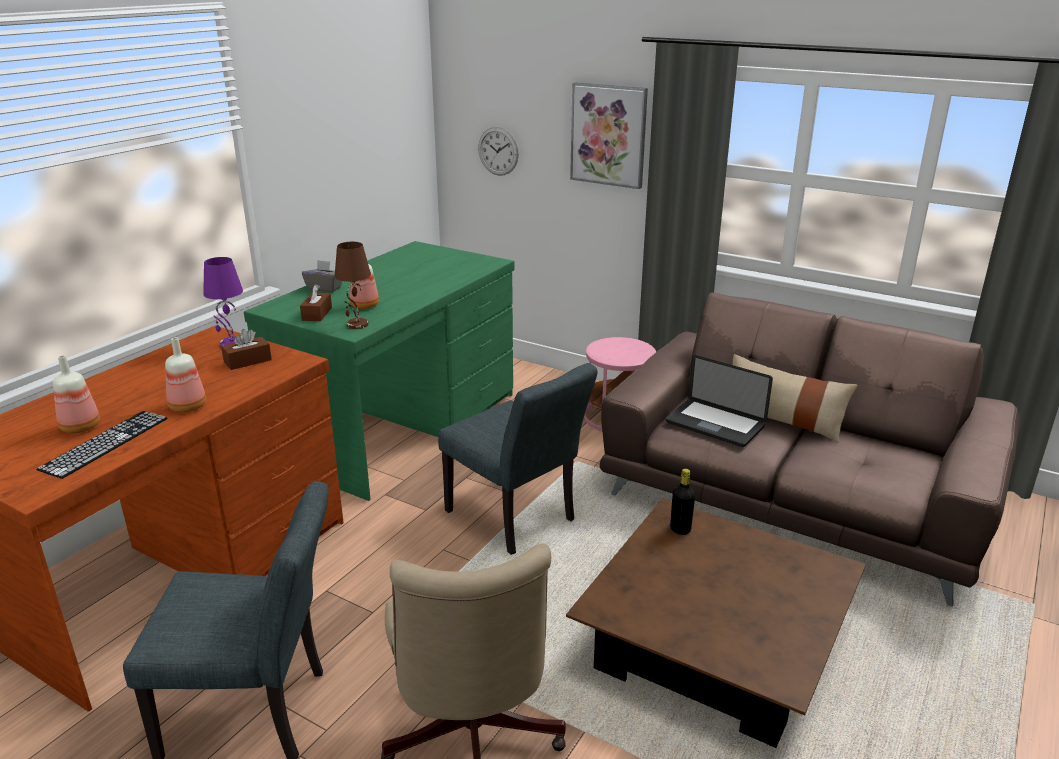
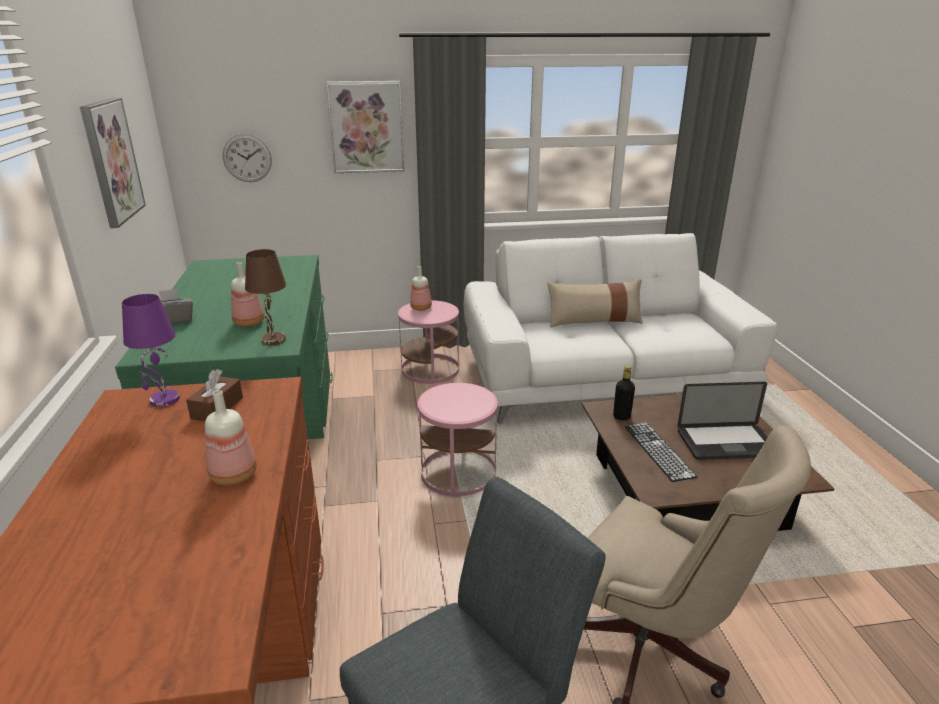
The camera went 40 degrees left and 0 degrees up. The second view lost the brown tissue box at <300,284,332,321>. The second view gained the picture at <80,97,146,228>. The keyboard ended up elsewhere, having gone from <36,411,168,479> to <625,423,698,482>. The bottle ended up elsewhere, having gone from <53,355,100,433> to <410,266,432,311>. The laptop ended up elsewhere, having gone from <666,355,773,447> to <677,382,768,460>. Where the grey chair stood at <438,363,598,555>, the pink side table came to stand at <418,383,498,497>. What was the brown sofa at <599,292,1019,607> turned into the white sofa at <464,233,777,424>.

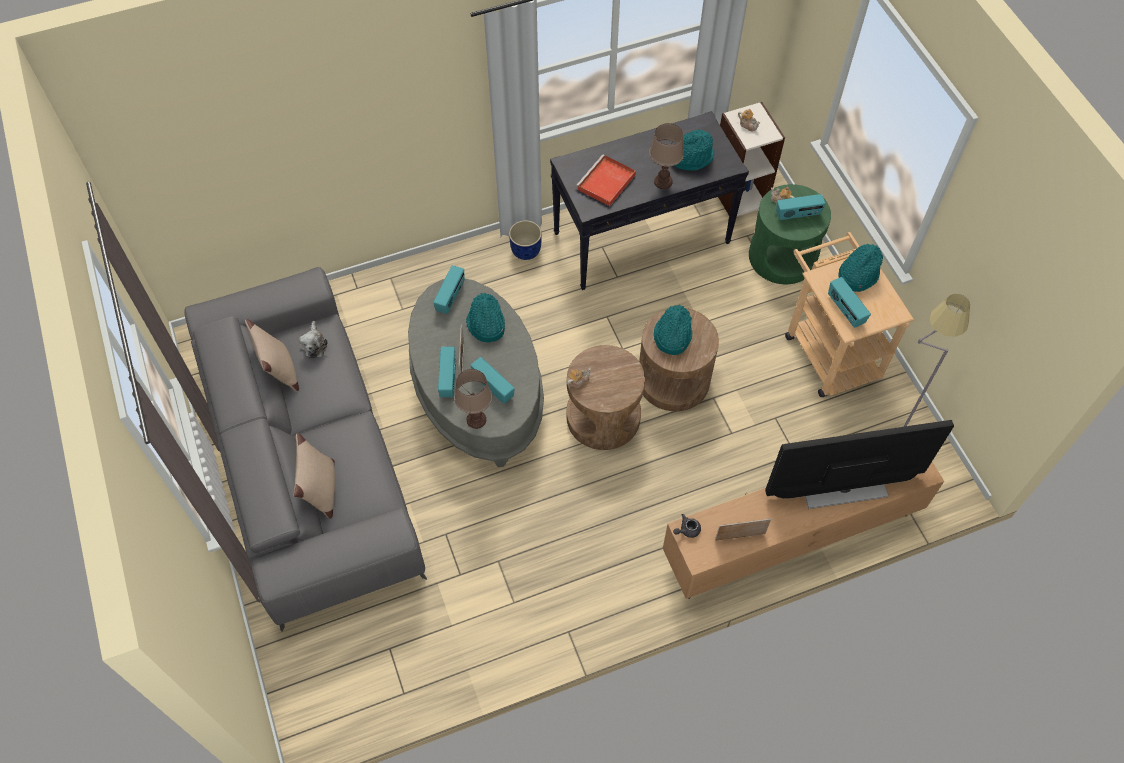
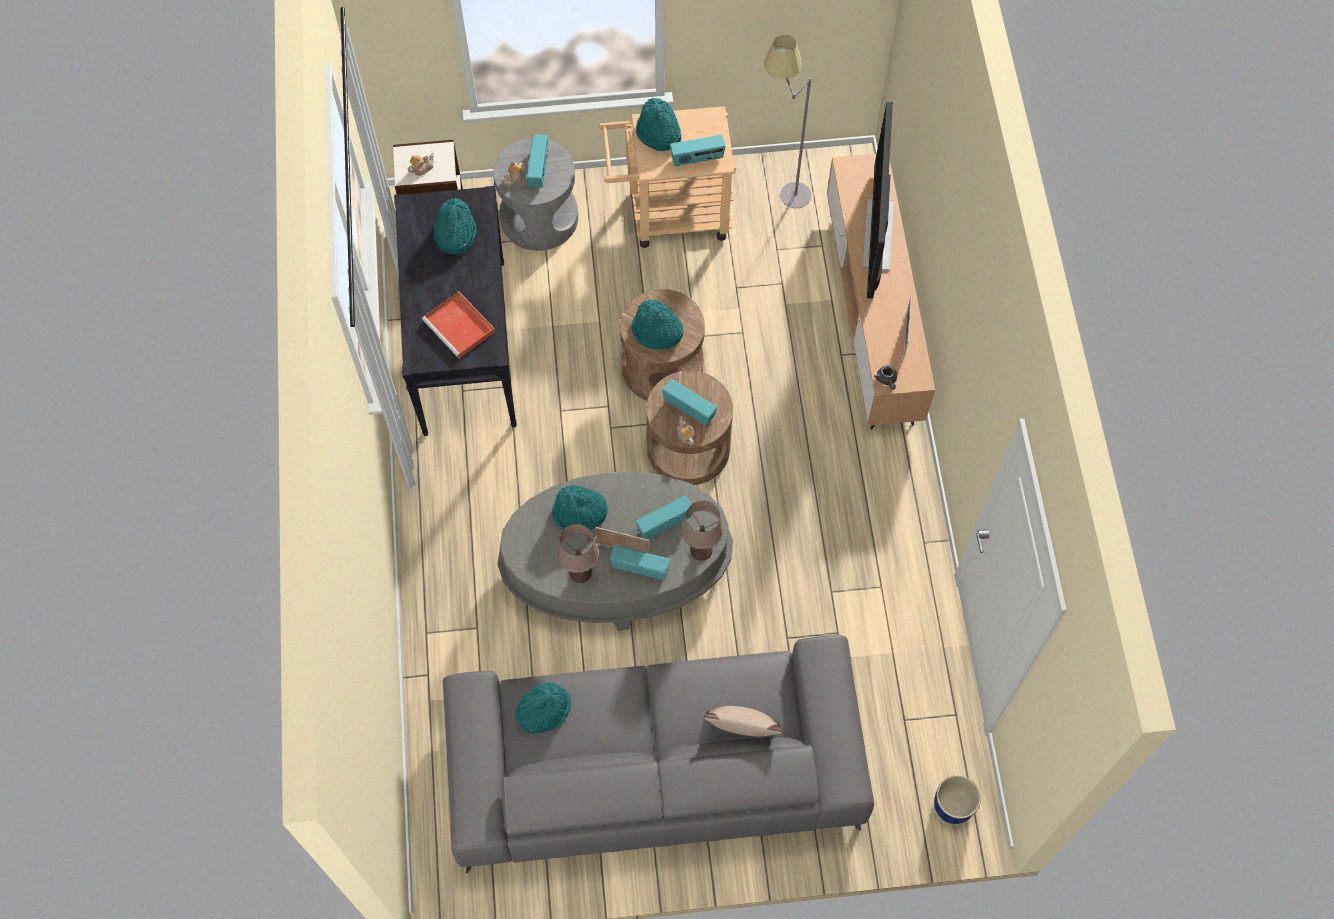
The camera went 75 degrees left and 5 degrees up. The second view lost the beige pillow at <245,319,299,391>. The radio ended up elsewhere, having gone from <433,265,465,314> to <662,379,717,426>. The blue planter ended up elsewhere, having gone from <509,220,542,260> to <934,775,981,824>. The brown table lamp ended up elsewhere, having gone from <649,123,684,189> to <557,524,599,583>. Where the plush toy stood at <299,321,327,358>, the turquoise hat came to stand at <516,682,571,734>. What was the green side table at <749,184,831,284> turned into the grey side table at <493,138,578,251>.

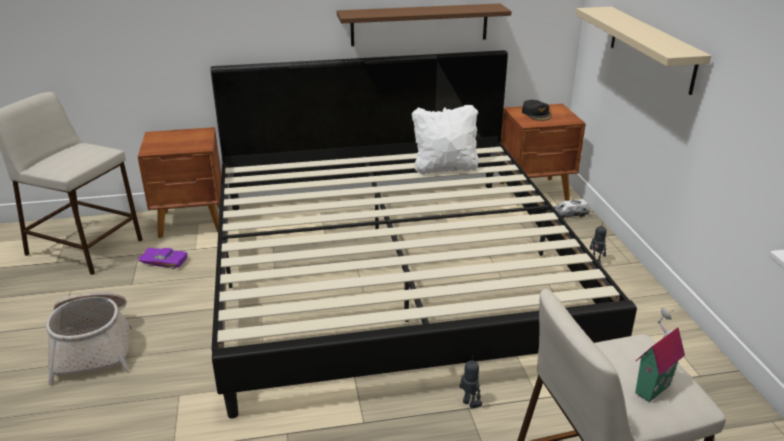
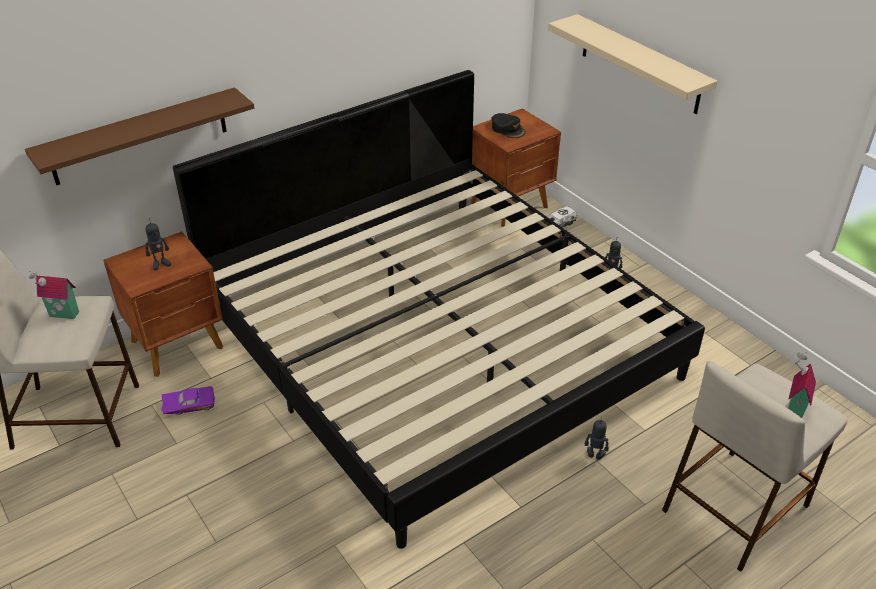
The camera went 25 degrees left and 10 degrees up. The second view lost the basket at <46,292,133,385>. The second view lost the white pillow at <412,105,479,175>. The second view gained the toy house at <29,271,79,319>. The second view gained the toy robot at <145,218,171,270>. The brown shelf ended up elsewhere, having gone from <337,3,512,46> to <25,87,254,185>.

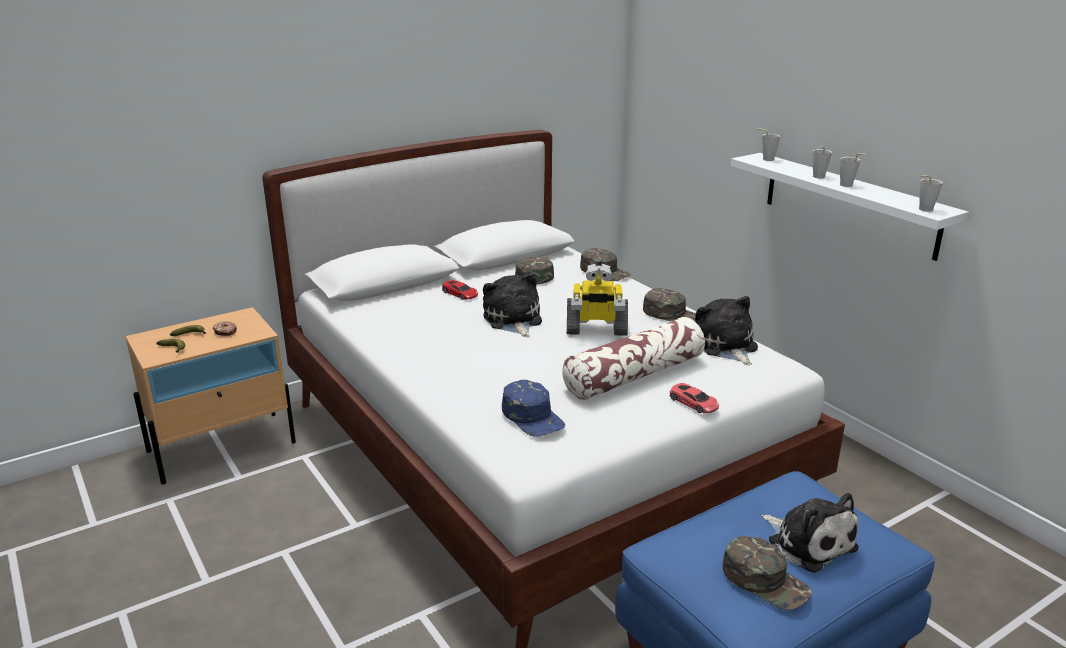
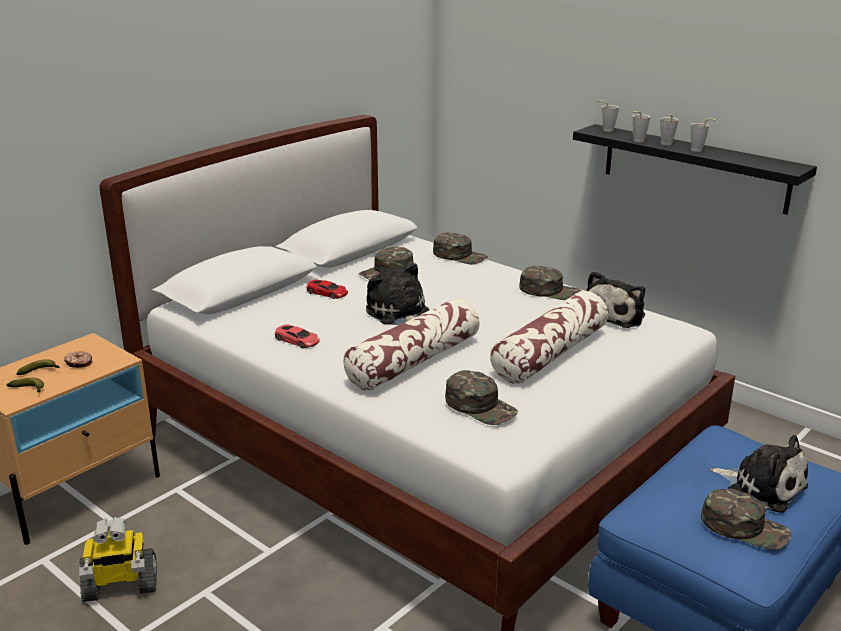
The camera went 15 degrees left and 0 degrees up. The second view gained the pillow at <343,298,480,391>. The toy robot ended up elsewhere, having gone from <567,264,628,336> to <79,517,157,602>. The red toy car ended up elsewhere, having gone from <670,383,719,414> to <275,324,320,348>. The grey cup ended up elsewhere, having gone from <919,175,943,212> to <632,111,650,142>. What was the blue cap at <502,380,565,437> turned into the green cap at <445,370,518,425>. What was the white shelf at <731,153,969,261> turned into the black shelf at <573,124,817,215>. The plush toy at <695,296,758,365> ended up facing another way, 120 degrees counterclockwise from before.

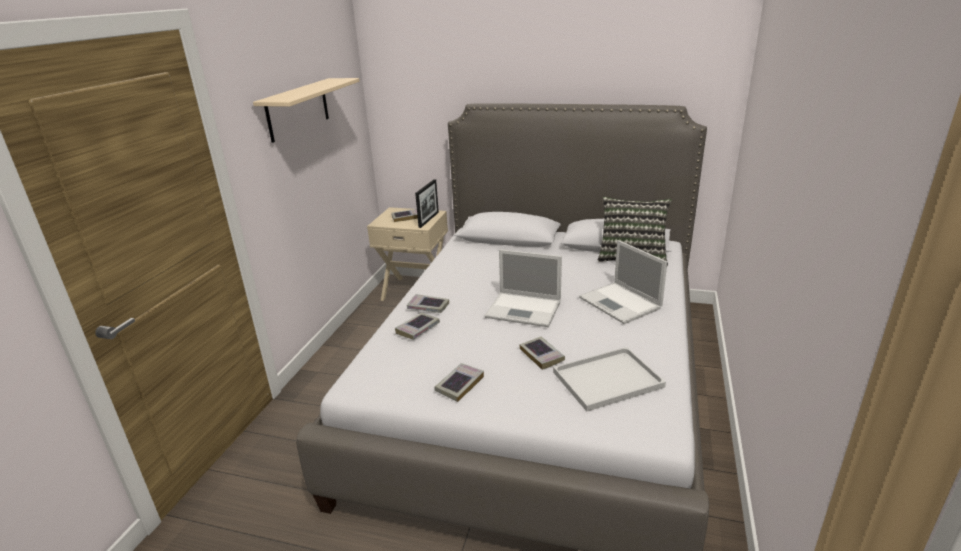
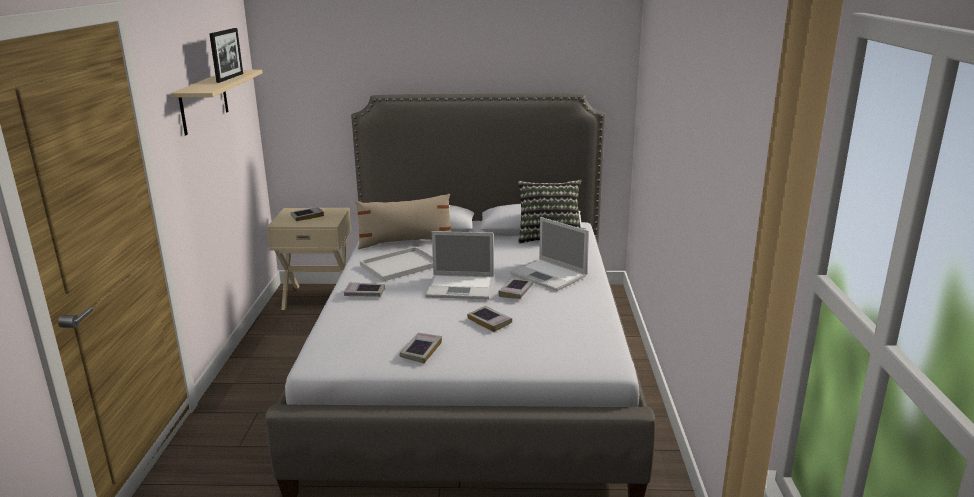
The camera went 15 degrees left and 5 degrees down. The second view gained the beige pillow at <355,194,451,249>. The book ended up elsewhere, having gone from <395,313,440,340> to <499,278,533,299>. The picture frame ended up elsewhere, having gone from <415,179,439,228> to <209,28,243,83>. The white tray ended up elsewhere, having gone from <553,347,666,411> to <360,247,433,282>.

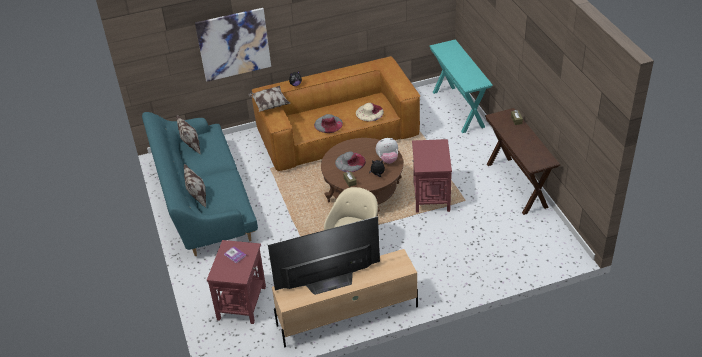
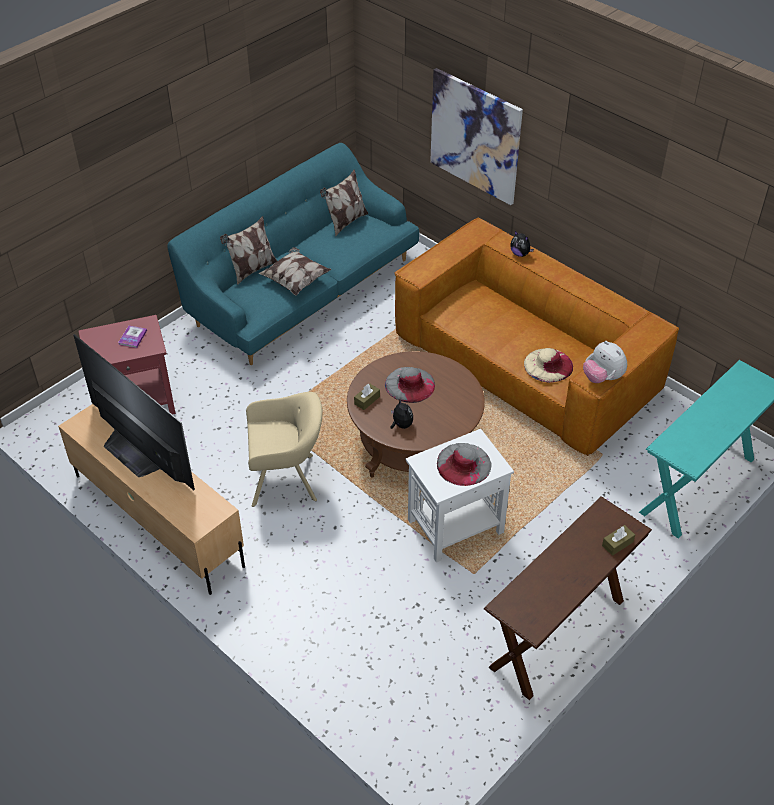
The camera went 60 degrees right and 5 degrees up. The pillow ended up elsewhere, having gone from <248,86,290,112> to <258,247,332,296>. The grey hat ended up elsewhere, having gone from <314,114,343,133> to <437,443,491,486>. The plush toy ended up elsewhere, having gone from <376,138,398,164> to <583,341,627,383>. What was the red side table at <412,139,452,212> turned into the white side table at <406,429,514,563>.

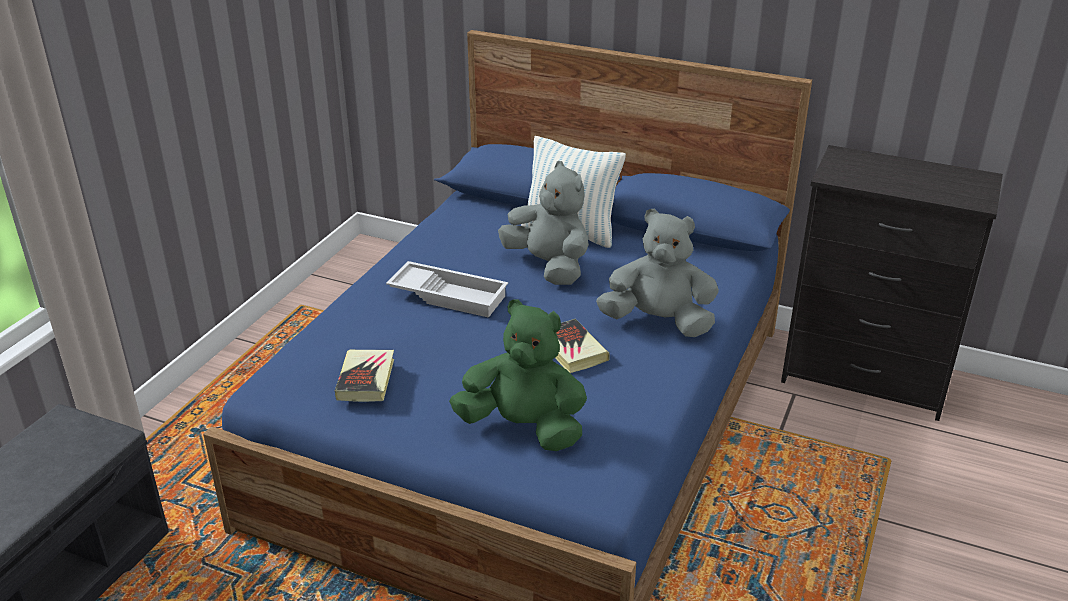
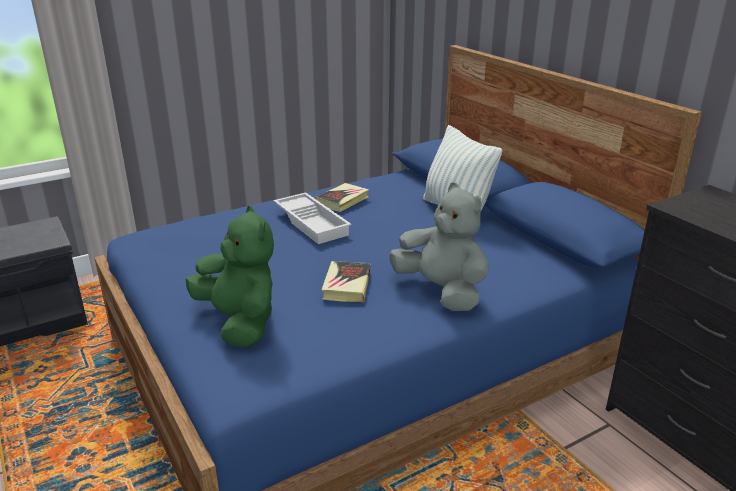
The camera went 35 degrees right and 5 degrees down. The second view lost the grey plush toy at <498,161,589,285>. The book ended up elsewhere, having gone from <335,350,394,402> to <315,183,369,212>.

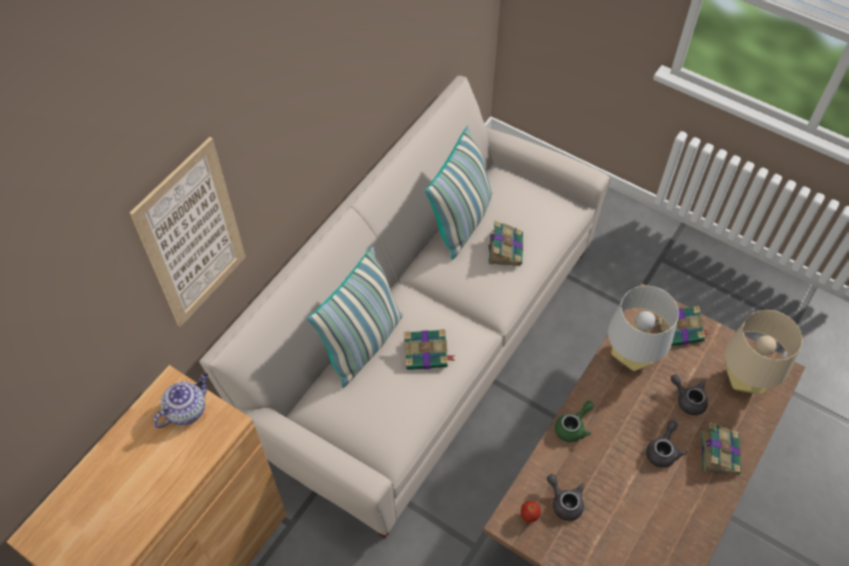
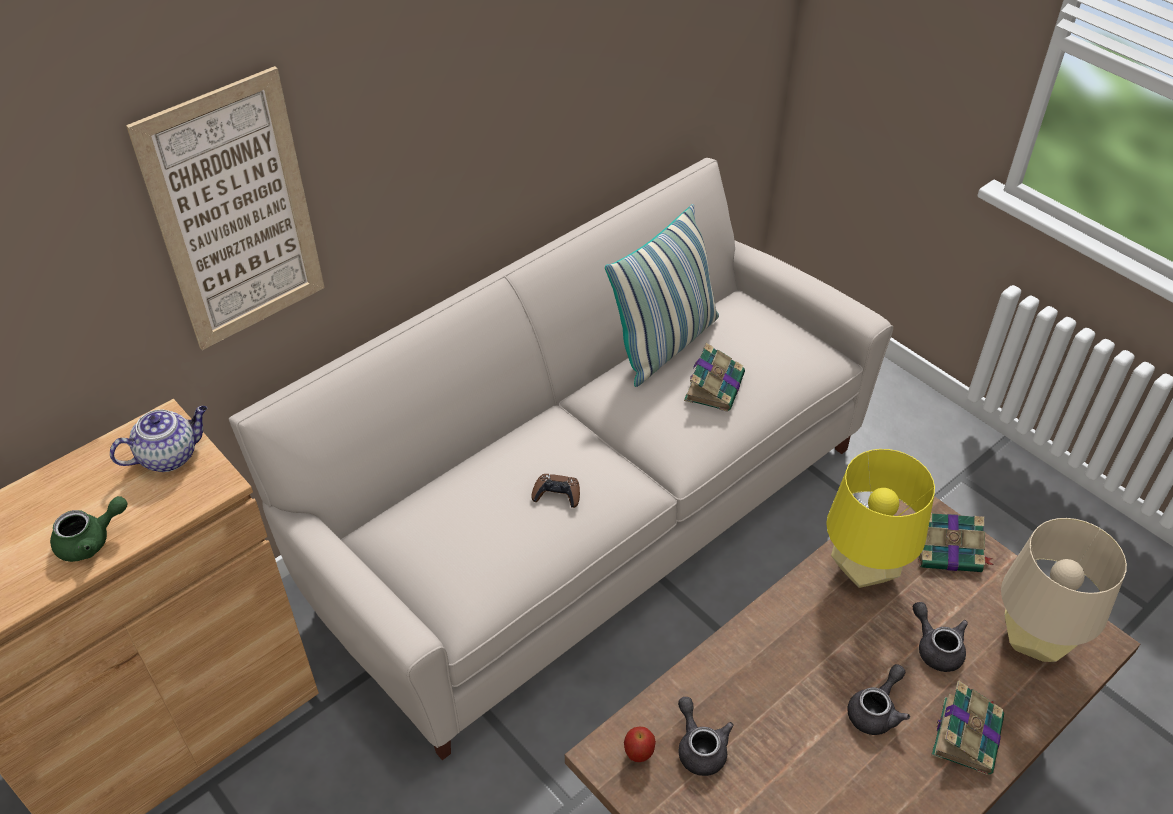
The camera went 15 degrees right and 10 degrees down. The second view lost the pillow at <307,247,403,388>. The green teapot ended up elsewhere, having gone from <555,401,594,442> to <50,496,127,562>. Where the book stood at <404,329,455,370>, the brown game controller came to stand at <531,474,580,508>. What was the grey table lamp at <608,286,679,371> turned into the yellow table lamp at <826,449,935,588>.

